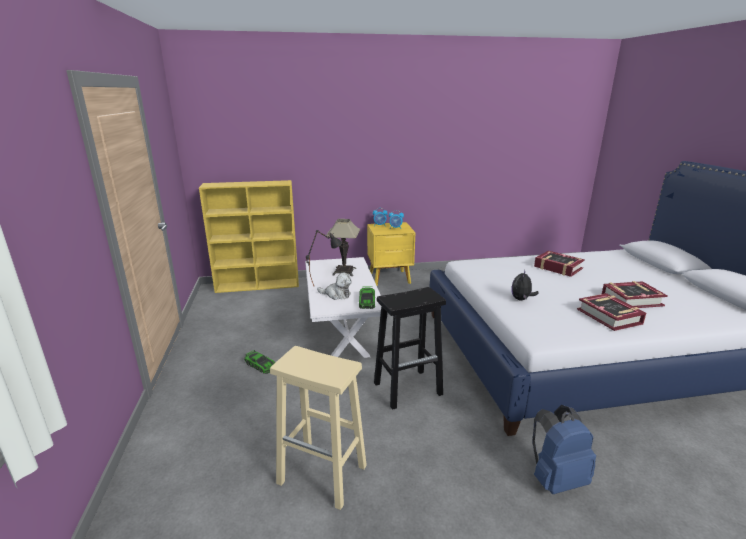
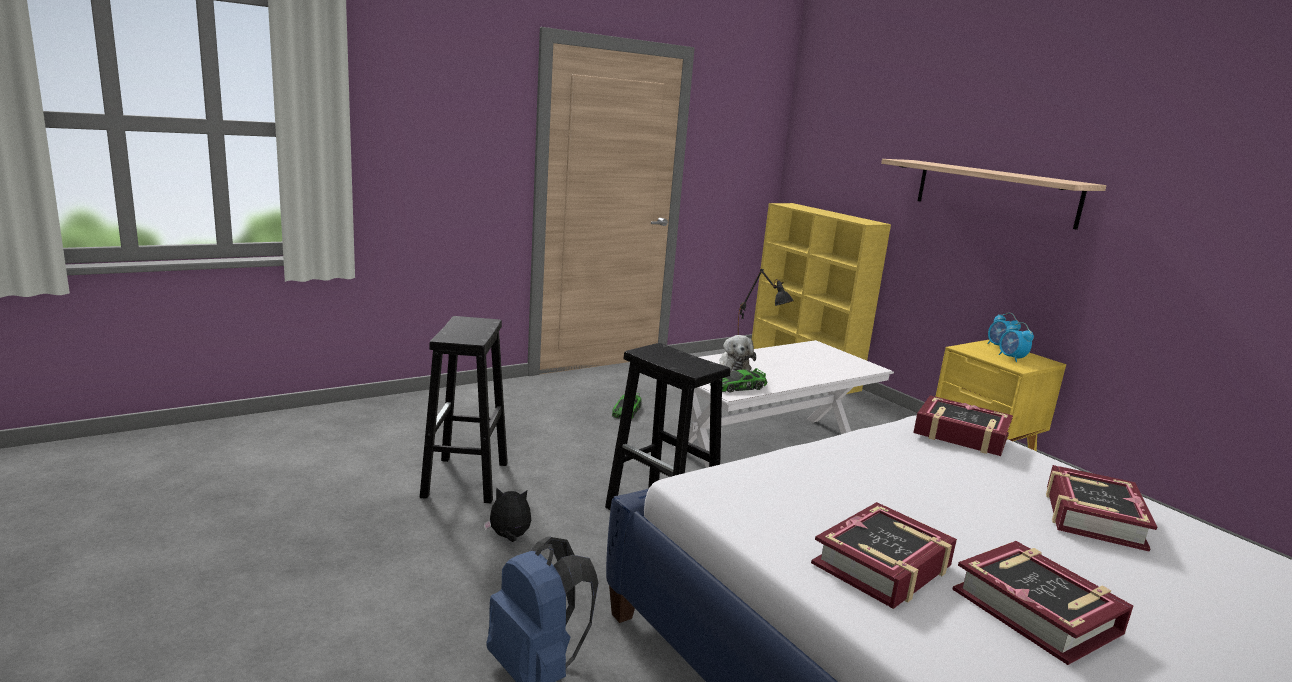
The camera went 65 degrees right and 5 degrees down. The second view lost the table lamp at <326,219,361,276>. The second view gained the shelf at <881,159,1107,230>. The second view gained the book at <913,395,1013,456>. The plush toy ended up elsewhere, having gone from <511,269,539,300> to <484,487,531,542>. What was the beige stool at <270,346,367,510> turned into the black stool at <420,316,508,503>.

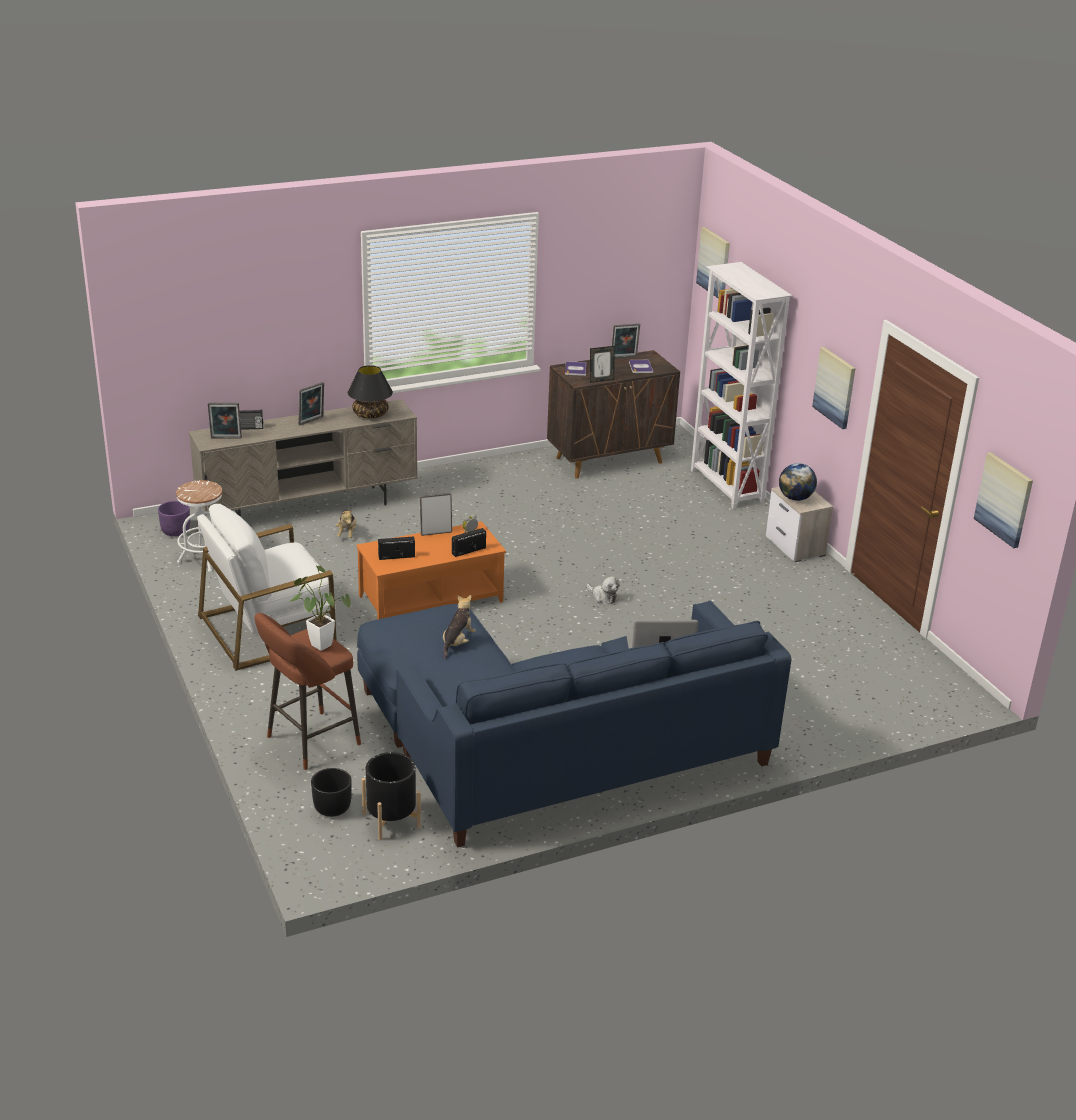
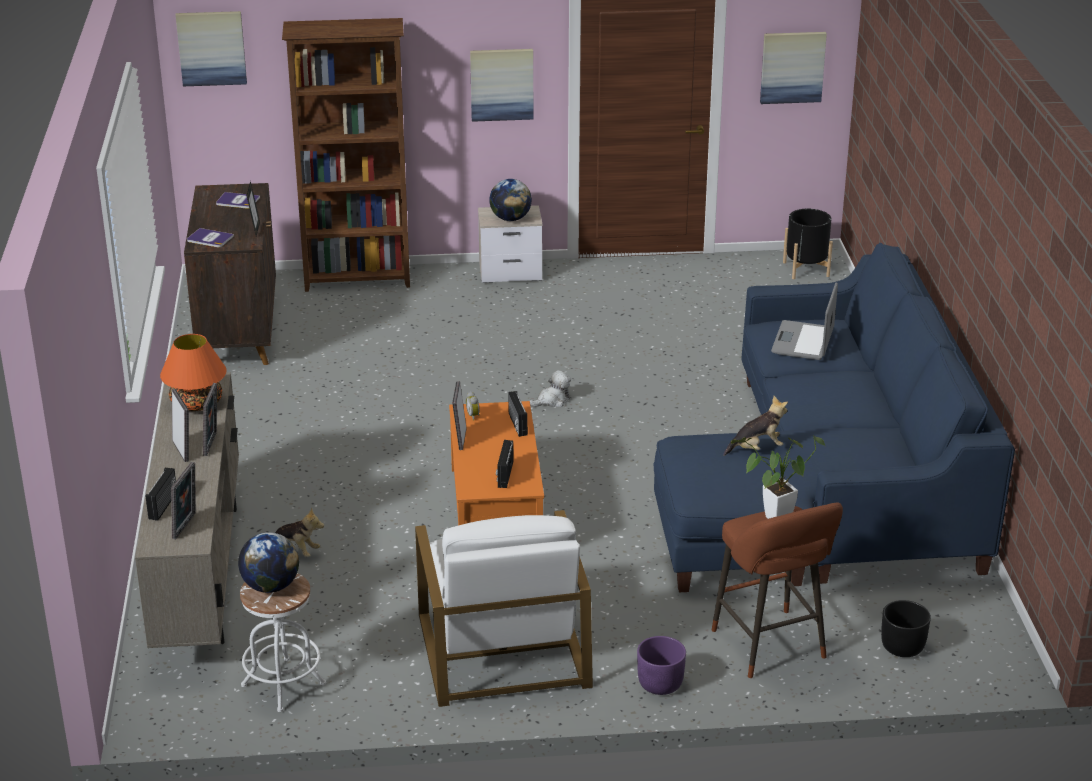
The camera went 70 degrees left and 0 degrees up. The second view gained the globe at <238,532,299,593>. The purple planter ended up elsewhere, having gone from <158,501,190,537> to <637,636,686,695>. The black planter ended up elsewhere, having gone from <362,752,421,840> to <783,209,833,279>. The picture frame ended up elsewhere, having gone from <612,323,640,358> to <203,383,217,456>. What was the black table lamp at <348,365,393,419> turned into the orange table lamp at <160,334,227,411>. What was the white bookcase at <691,262,792,509> turned into the brown bookcase at <282,18,410,292>. The plush toy at <443,595,476,659> ended up facing another way, 120 degrees clockwise from before.

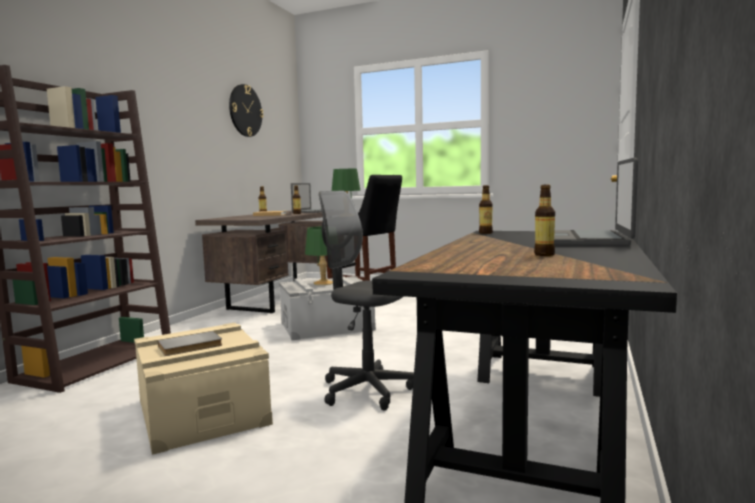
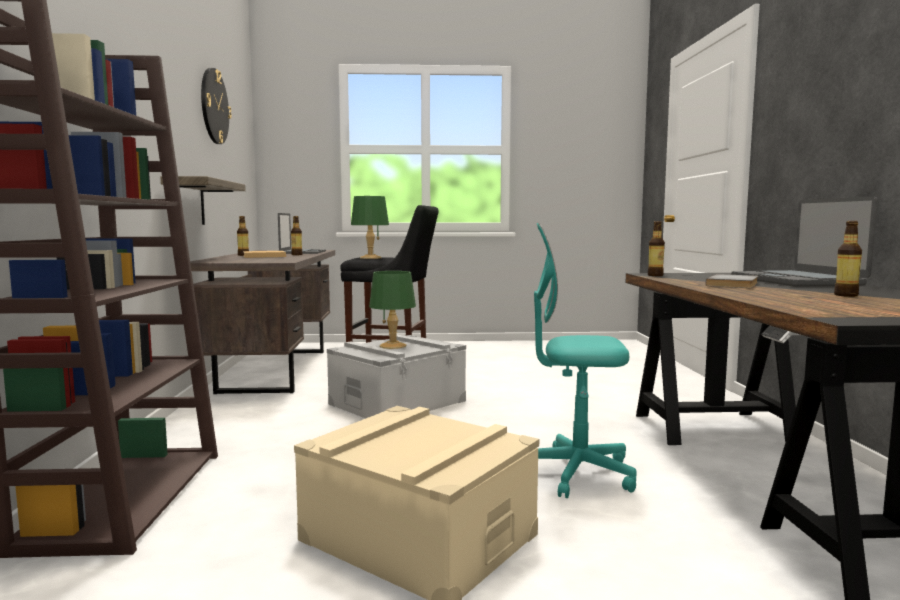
The camera went 25 degrees left and 0 degrees up. The second view gained the shelf at <160,176,246,225>. The grey book ended up elsewhere, having gone from <158,331,222,356> to <706,274,758,288>. What was the grey office chair at <319,191,414,411> turned into the turquoise office chair at <534,223,637,498>.

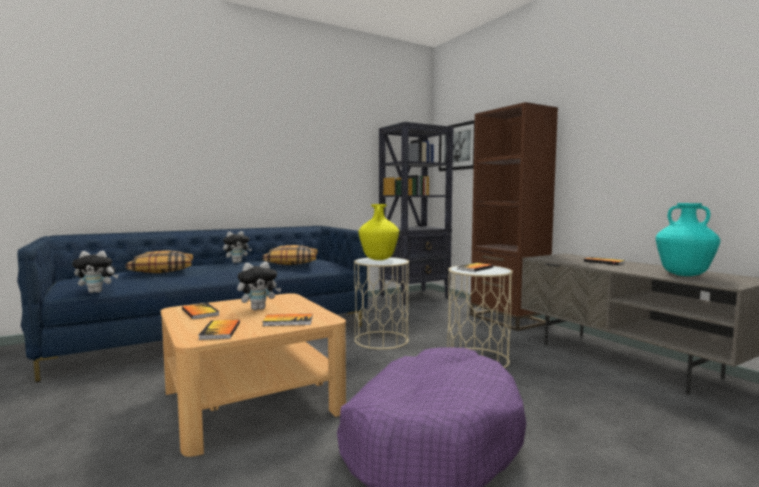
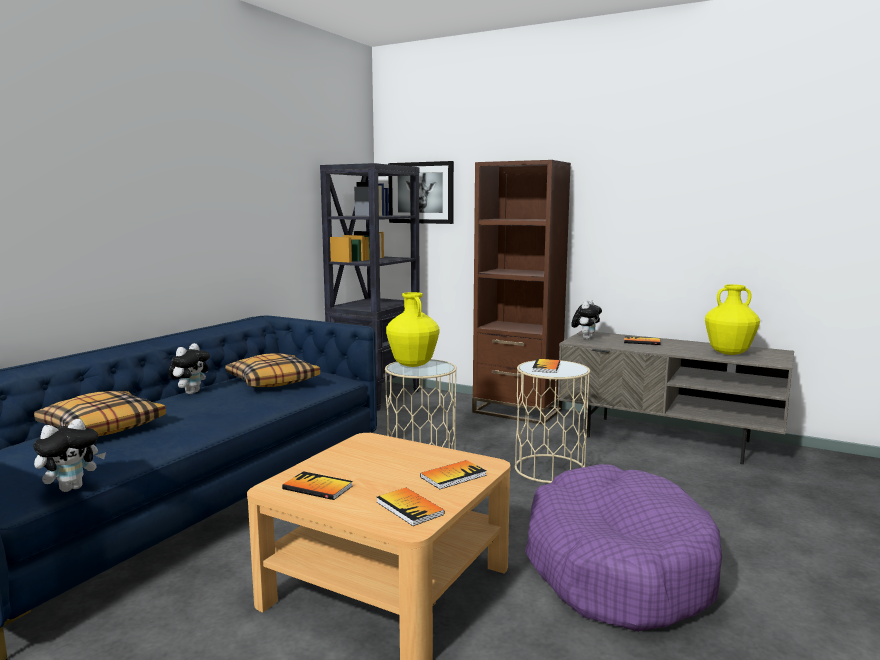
The camera went 30 degrees left and 5 degrees up. The plush toy ended up elsewhere, having gone from <237,262,281,310> to <571,300,602,339>. What was the turquoise vase at <656,203,720,276> turned into the yellow vase at <705,284,760,355>.

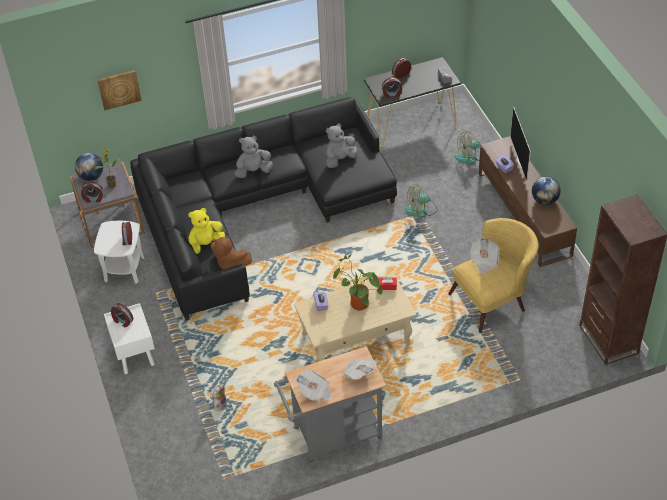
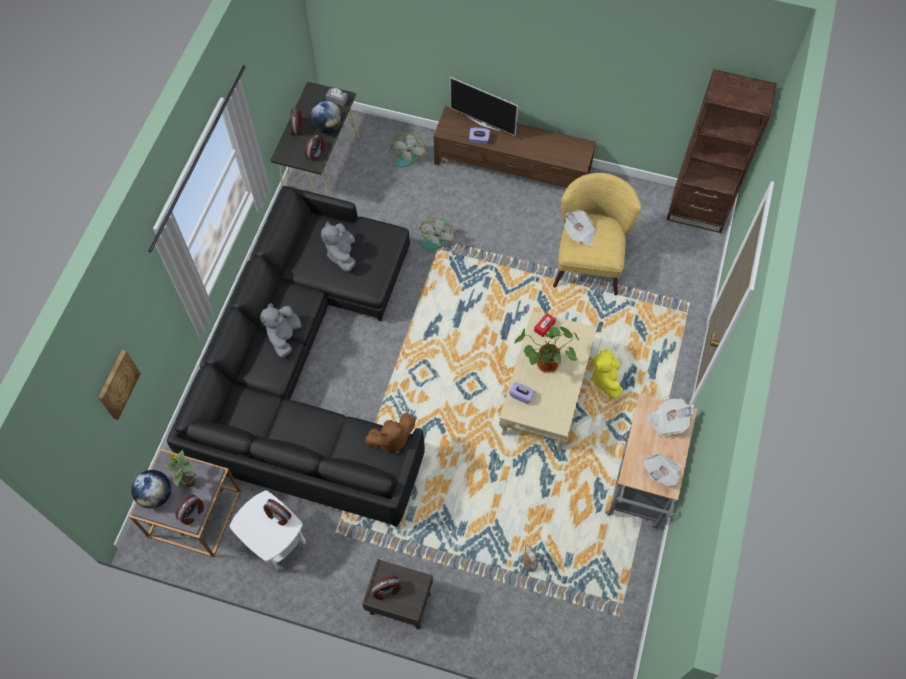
The camera went 55 degrees left and 15 degrees up. The yellow plush toy ended up elsewhere, having gone from <188,208,225,254> to <591,349,623,399>. The globe ended up elsewhere, having gone from <532,176,561,205> to <310,100,343,133>. What was the white nightstand at <104,303,155,374> turned into the brown nightstand at <362,558,433,629>.

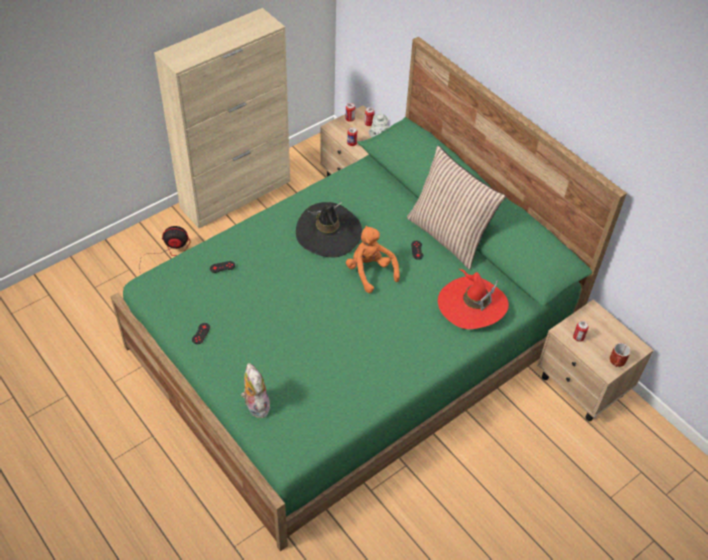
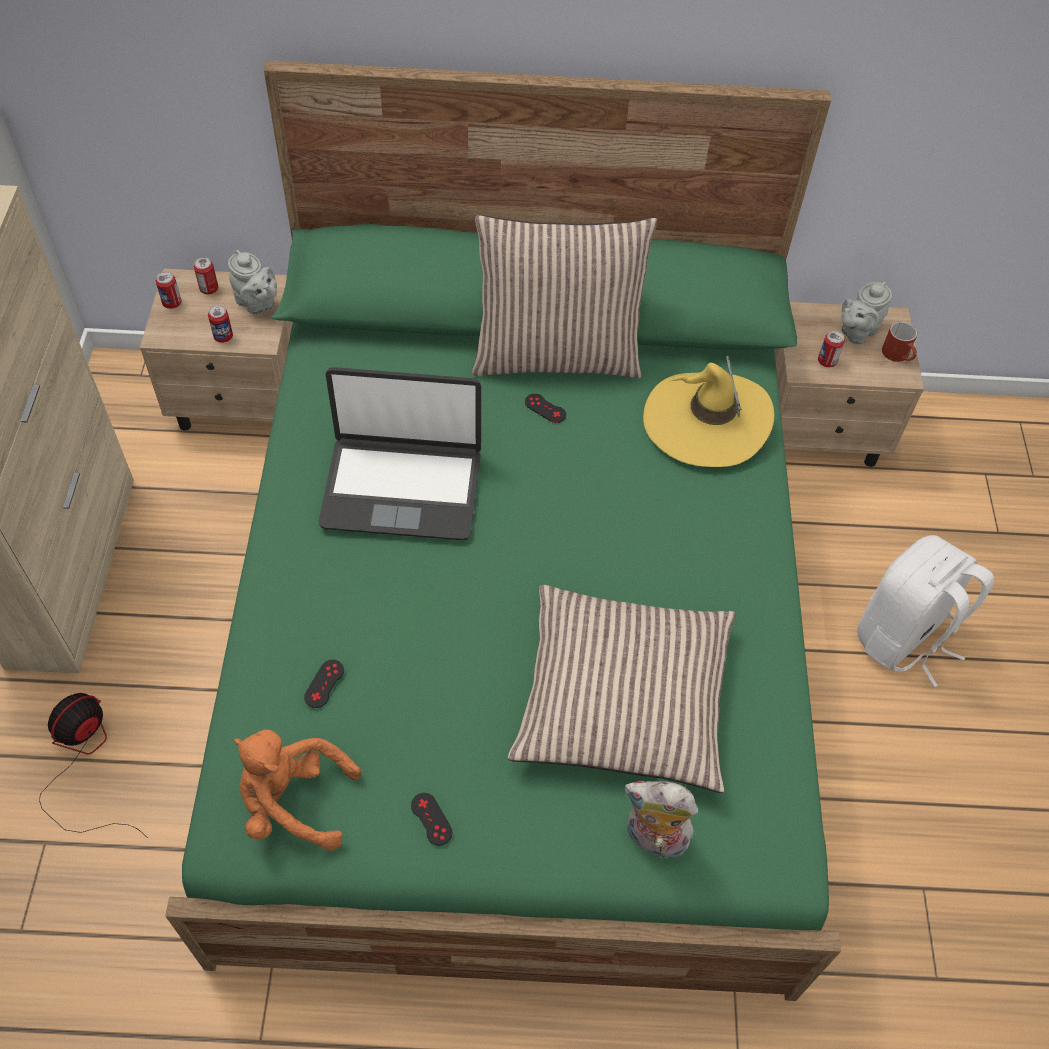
The camera went 50 degrees left and 5 degrees up. The second view gained the pillow at <508,585,736,793>. The second view gained the grey teapot at <841,282,892,344>. The second view gained the white backpack at <857,535,994,687>. The orange plush toy ended up elsewhere, having gone from <346,226,400,293> to <233,729,361,851>. Where the black hat stood at <296,202,362,257>, the laptop came to stand at <319,367,481,540>. What was the red hat at <438,269,509,329> turned into the yellow hat at <643,356,774,467>.

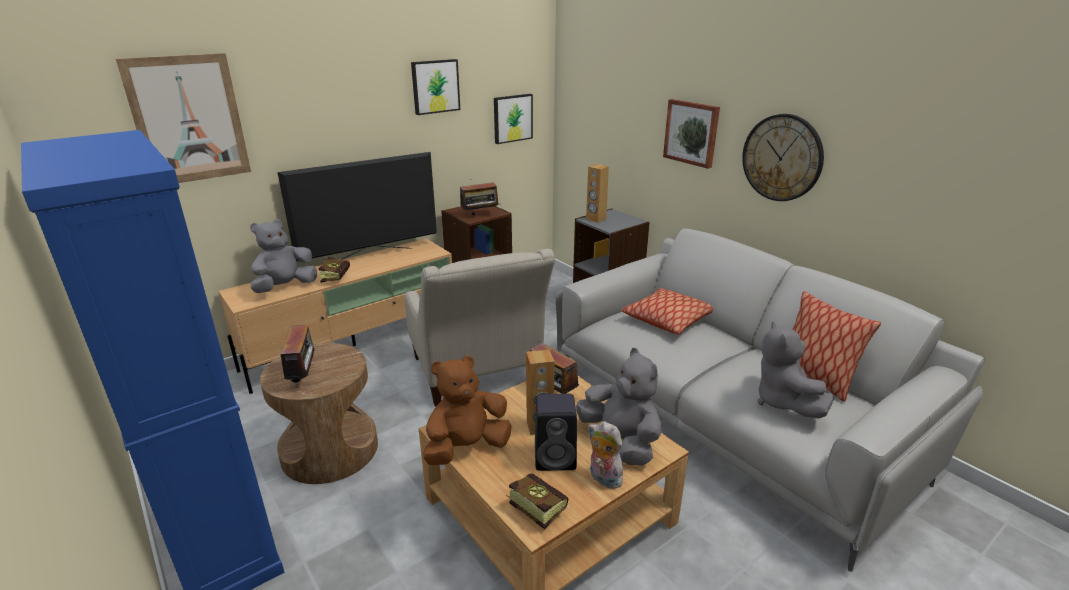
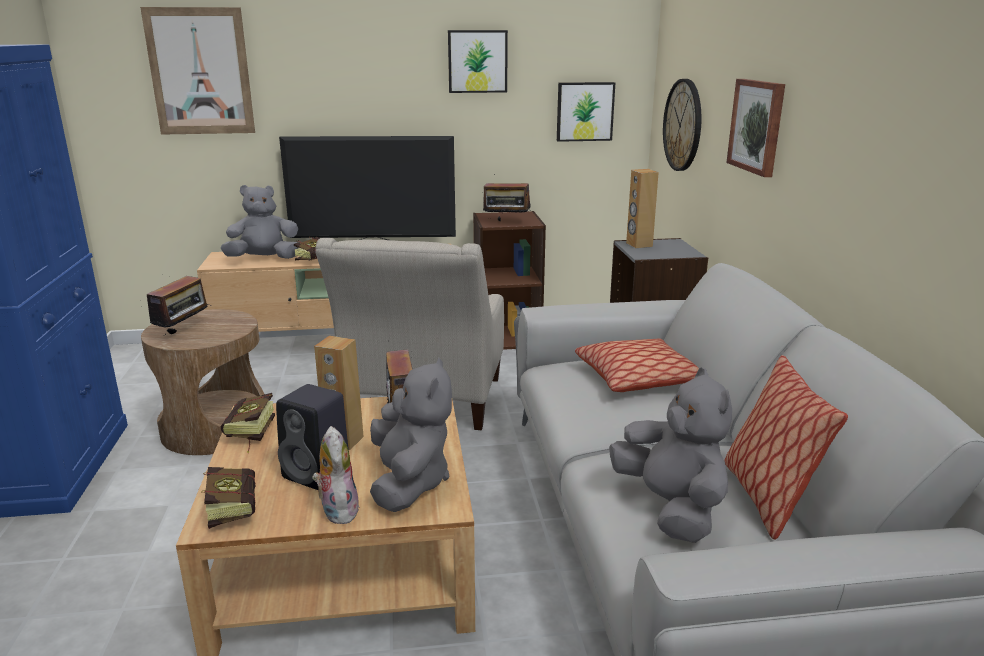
The camera went 30 degrees right and 5 degrees down. The wall clock ended up elsewhere, having gone from <742,114,824,201> to <663,79,701,171>. Where the brown plush toy stood at <422,355,511,465>, the book came to stand at <220,393,275,453>. The grey plush toy at <757,321,834,419> ended up facing another way, 135 degrees clockwise from before.

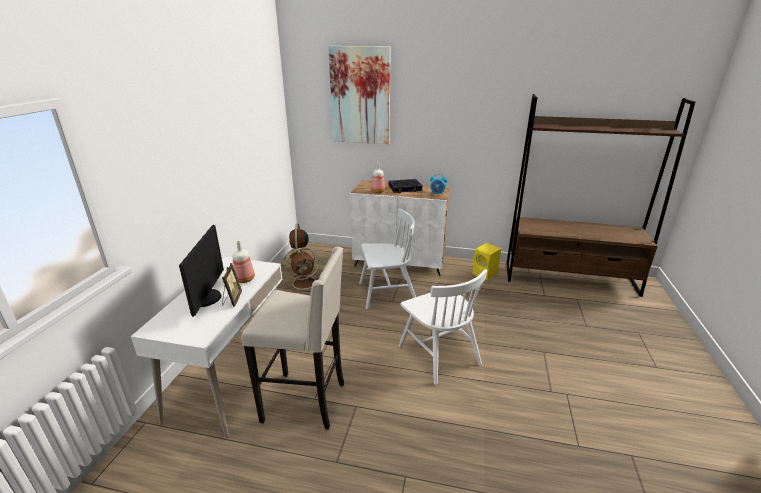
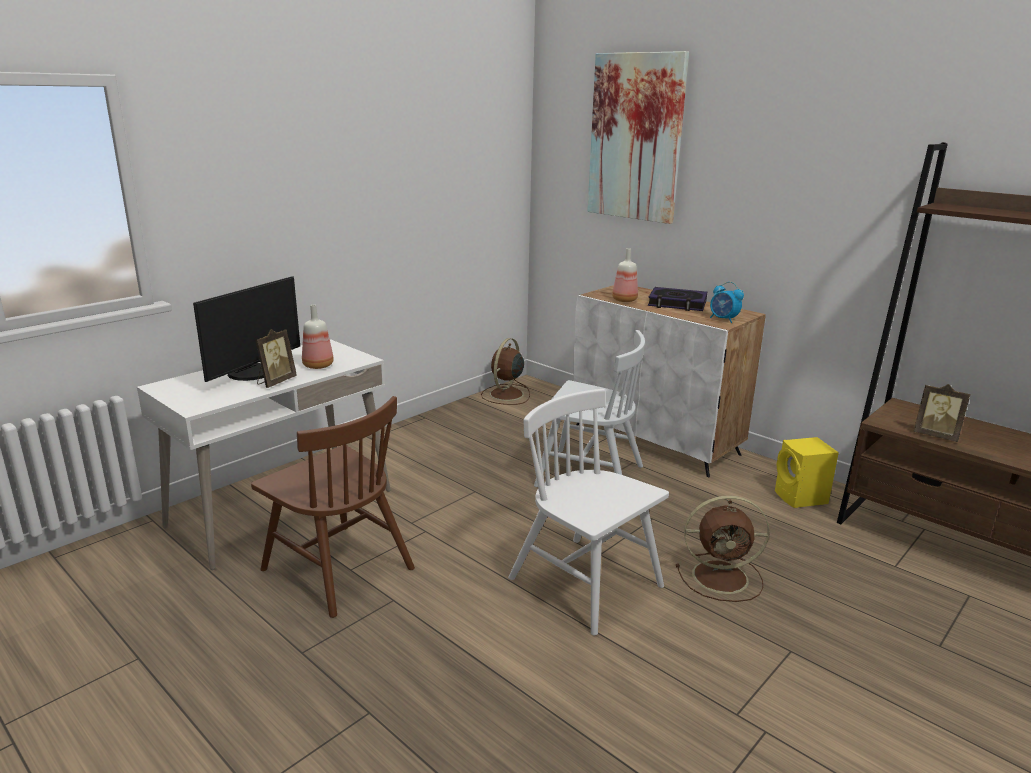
The camera went 30 degrees right and 5 degrees down. The second view gained the picture frame at <913,384,970,442>. The brown fan ended up elsewhere, having gone from <285,247,320,292> to <676,495,770,602>. Where the beige stool stood at <242,247,344,429>, the brown chair came to stand at <251,396,415,618>. The white chair at <399,269,487,385> ended up facing another way, 135 degrees clockwise from before.

